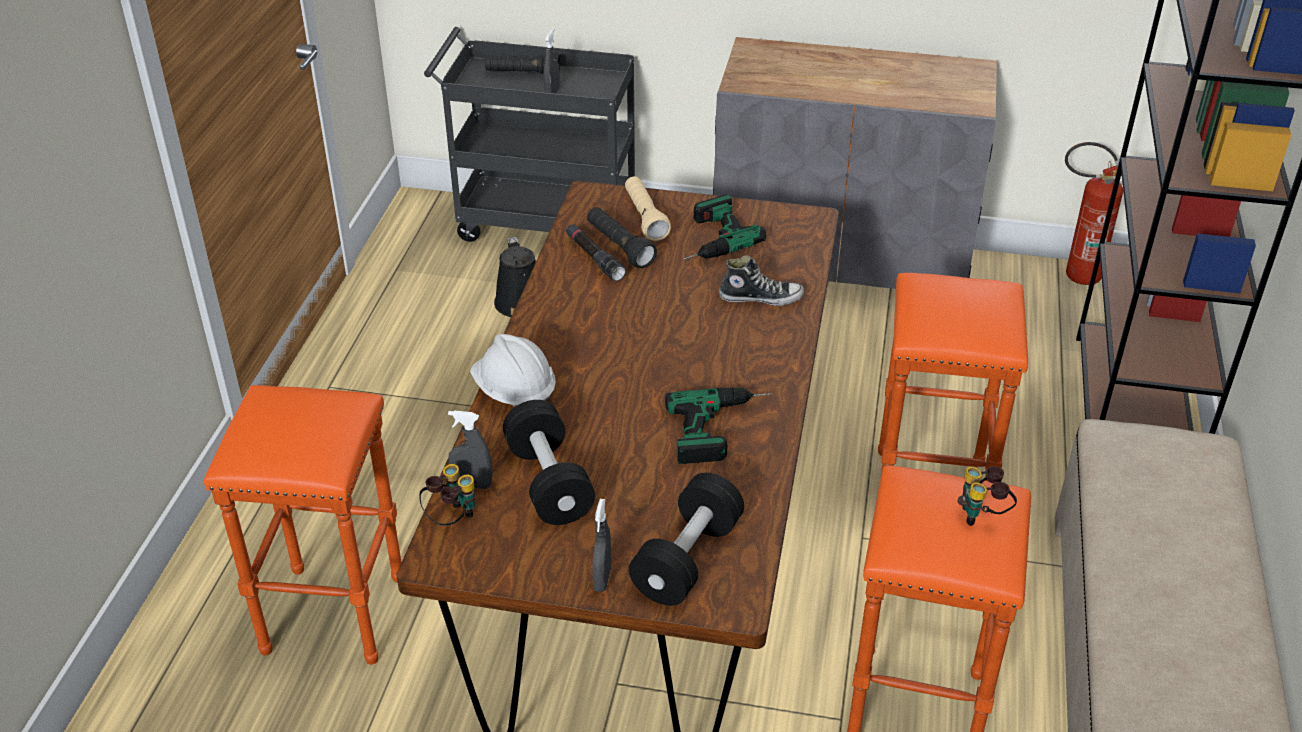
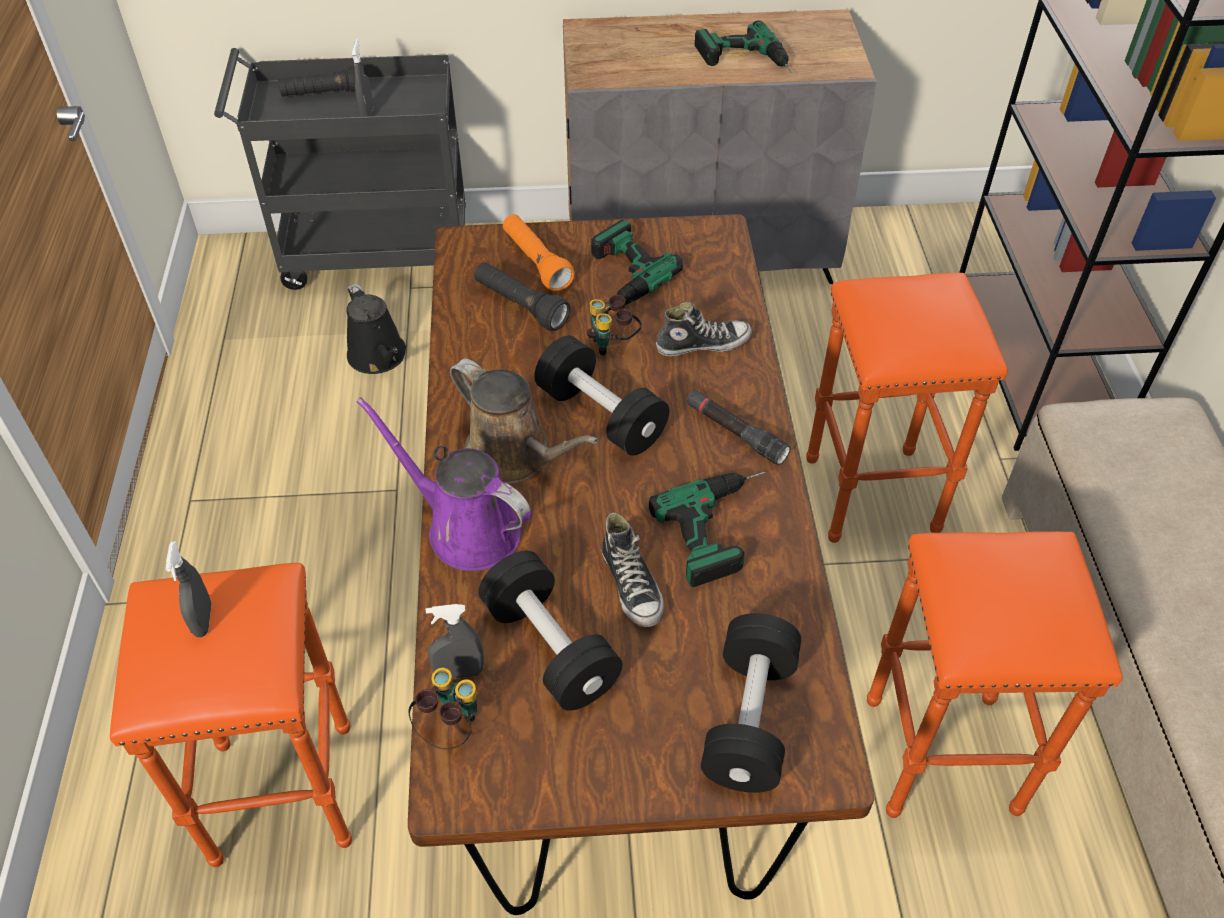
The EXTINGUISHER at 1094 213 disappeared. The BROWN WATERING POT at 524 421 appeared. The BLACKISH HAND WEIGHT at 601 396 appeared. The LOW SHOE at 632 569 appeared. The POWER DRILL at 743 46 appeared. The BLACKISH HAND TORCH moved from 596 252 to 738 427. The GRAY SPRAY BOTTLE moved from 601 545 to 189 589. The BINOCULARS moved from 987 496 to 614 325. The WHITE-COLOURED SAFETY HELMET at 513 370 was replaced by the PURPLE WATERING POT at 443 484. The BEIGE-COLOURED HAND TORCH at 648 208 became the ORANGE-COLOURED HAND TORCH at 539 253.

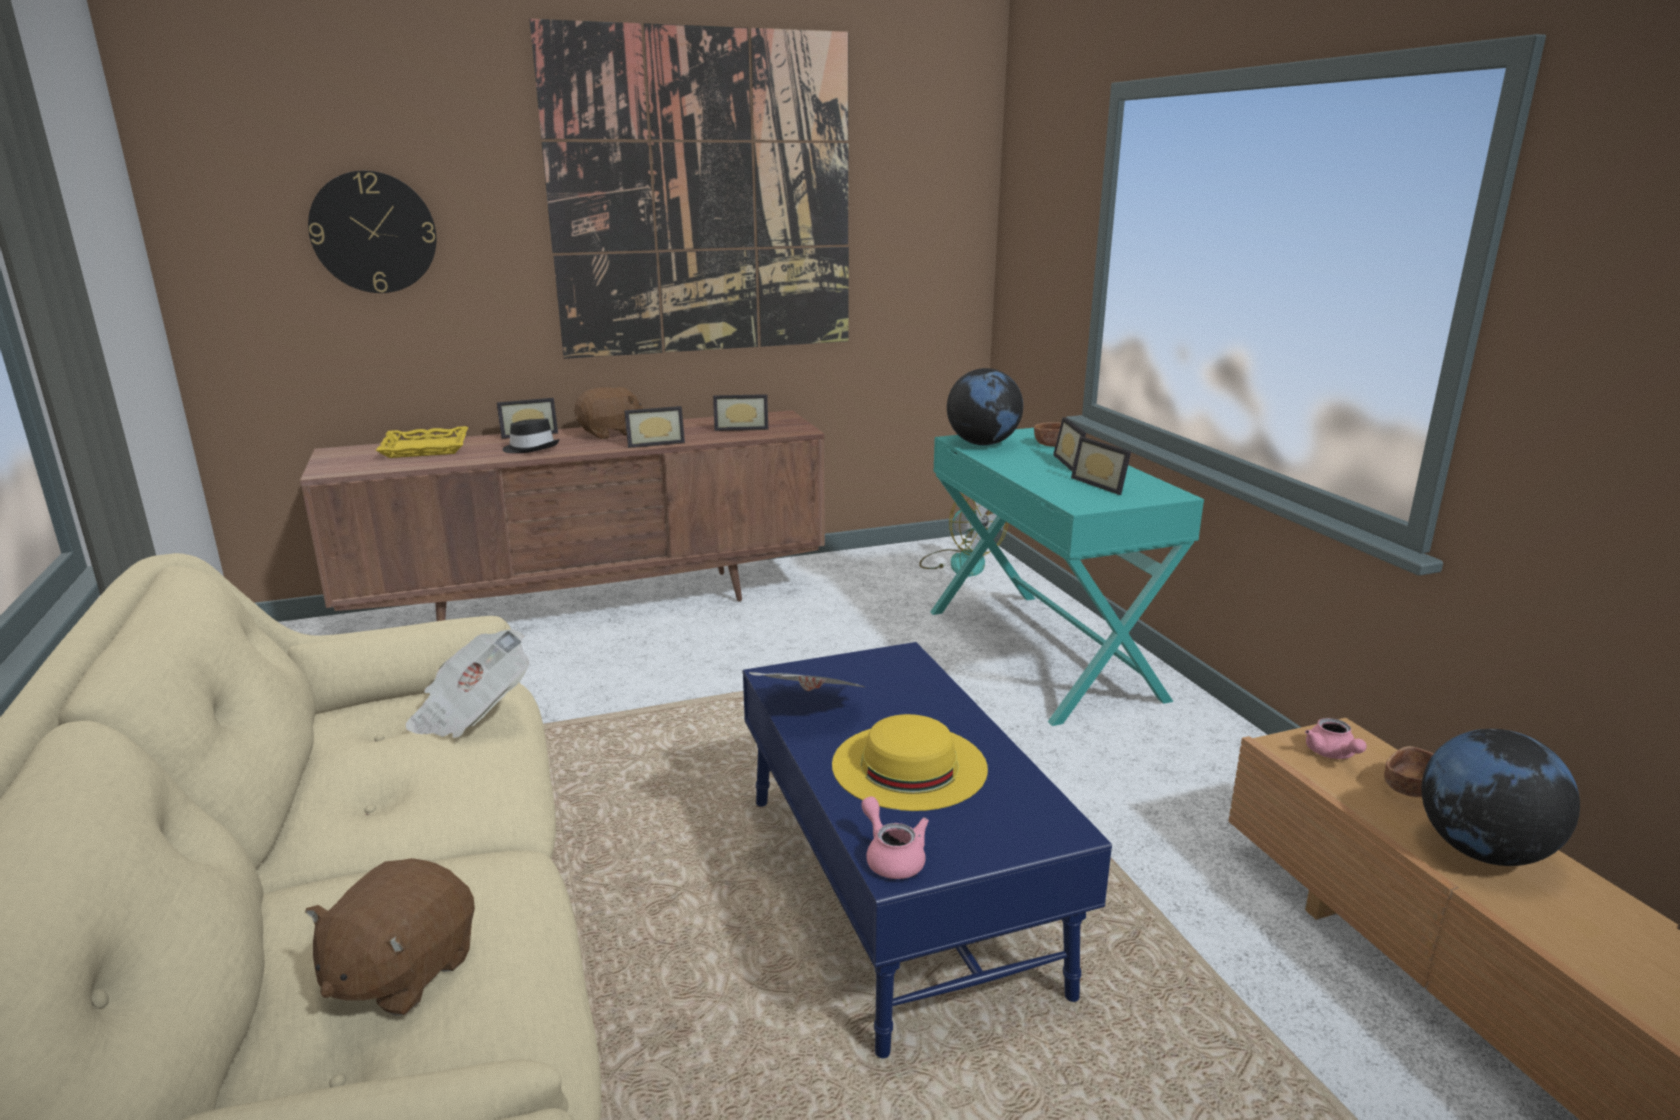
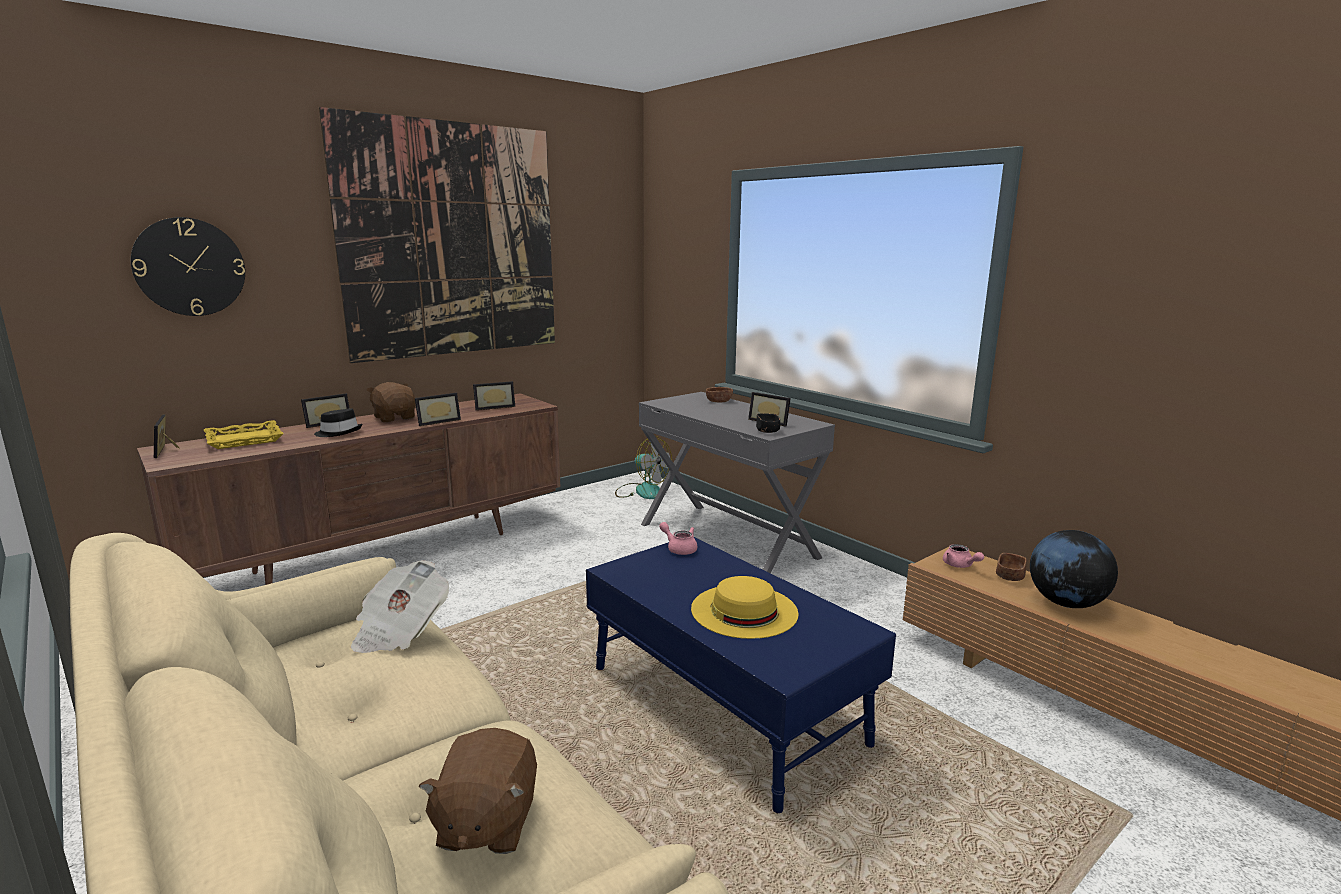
The PRINTED PAPER at 806 681 disappeared. The DESK GLOBE at 985 406 disappeared. The BLACKISH DEEP DISH at 768 423 appeared. The PINKISH TEA POT moved from 895 837 to 678 538. The STANDING FRAME moved from 1069 444 to 166 436. The BLUE-GREEN NARROW TABLE at 1067 577 became the GRAY NARROW TABLE at 737 482. The BROWN PLUSH TOY at 608 413 turned 75 degrees counterclockwise.

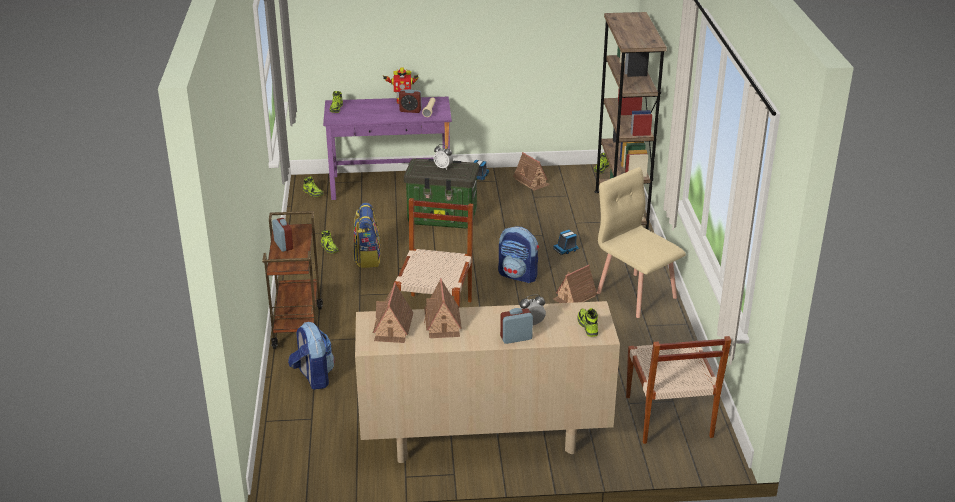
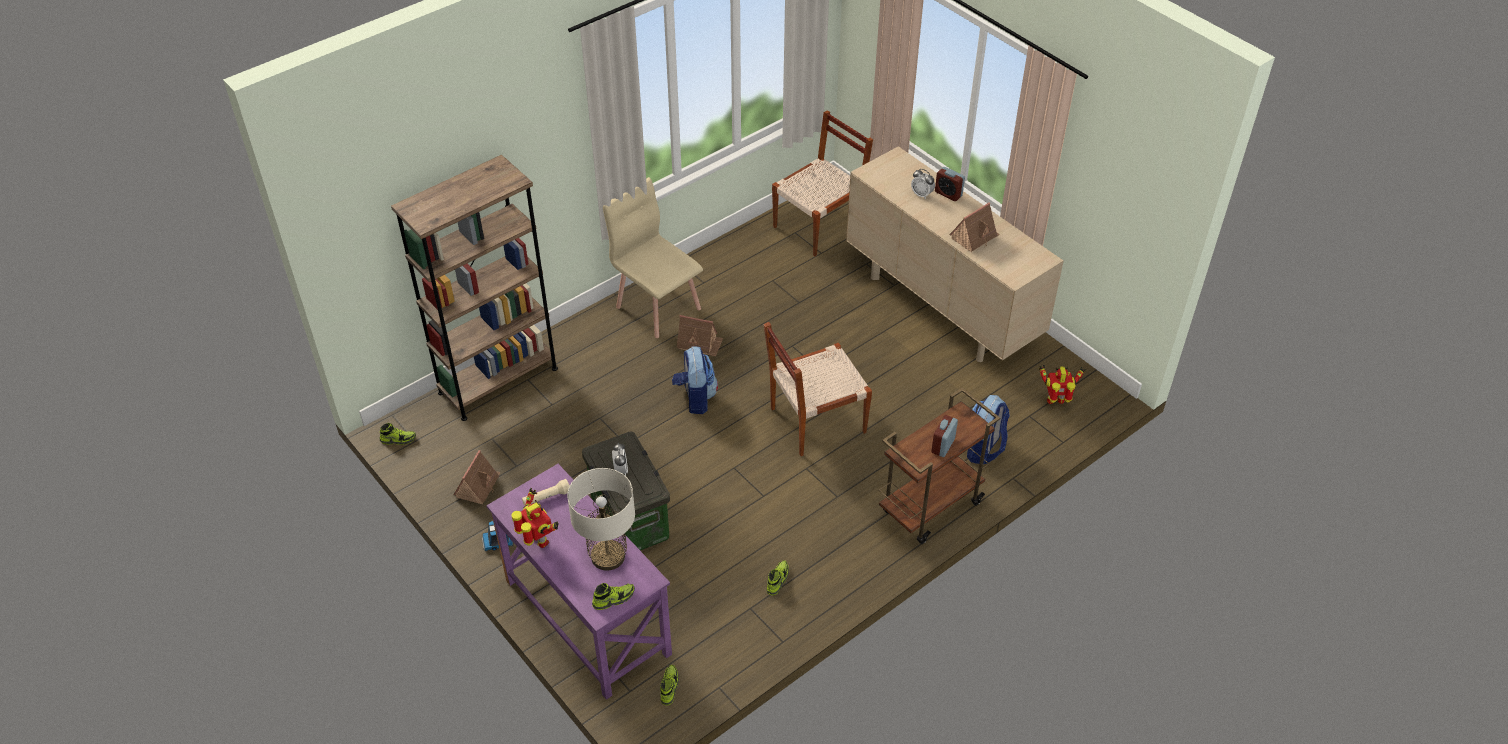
The RUCKSACK at 367 235 disappeared. The TOY HOUSE at 393 312 disappeared. The TABLE CLOCK at 410 101 disappeared. The TOY TRUCK at 566 242 disappeared. The LOW SHOE at 587 322 disappeared. The LAMP FOR A TABLE at 601 519 appeared. The TOY ROBOT at 1062 384 appeared. The BEIGE-COLOURED UPRIGHT CHAIR at 641 242 turned 120 degrees clockwise.

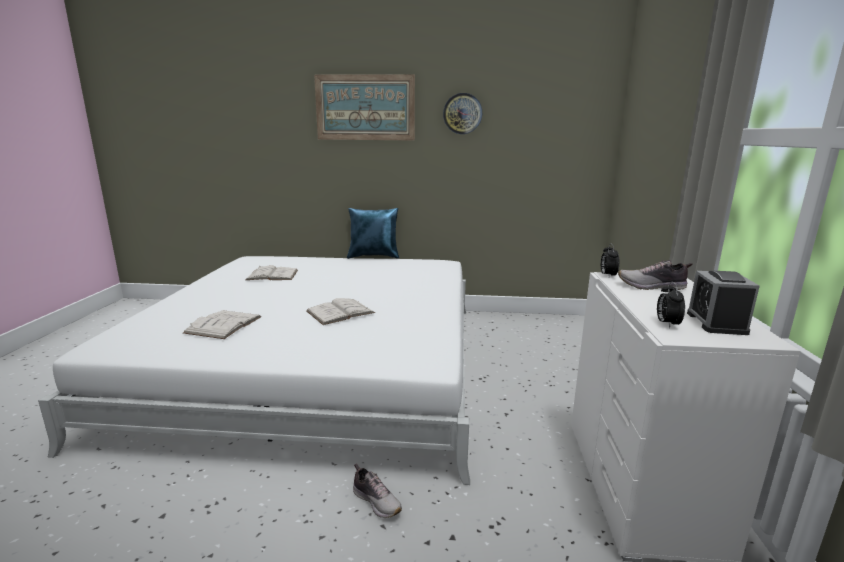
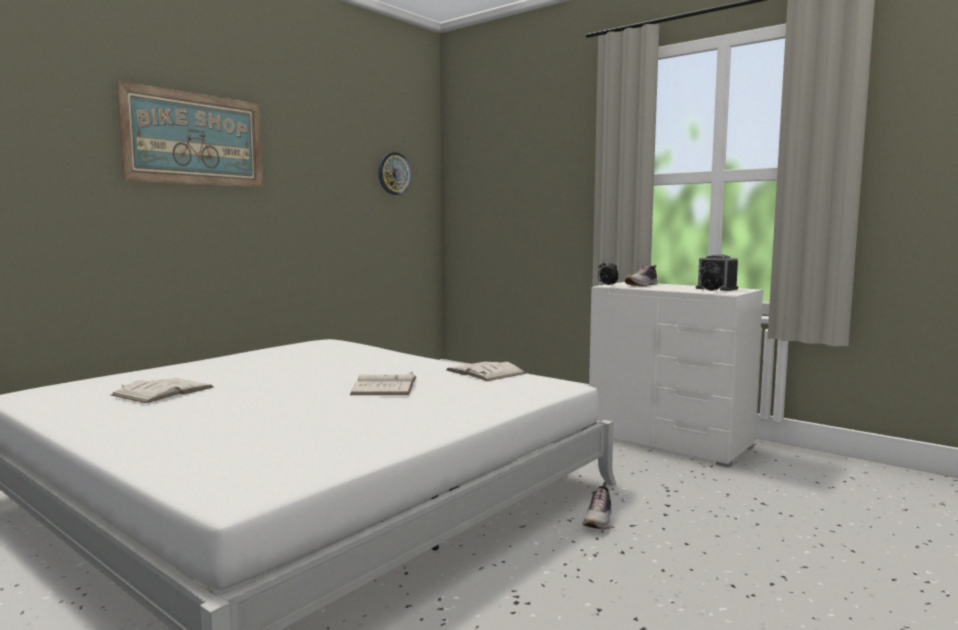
The BLUE-COLOURED THROW PILLOW at 373 233 disappeared. The WHITE-COLOURED BOUND BOOK moved from 222 324 to 486 371. The WALL CLOCK moved from 462 113 to 394 173. The LOW SHOE at 377 490 turned 120 degrees clockwise.

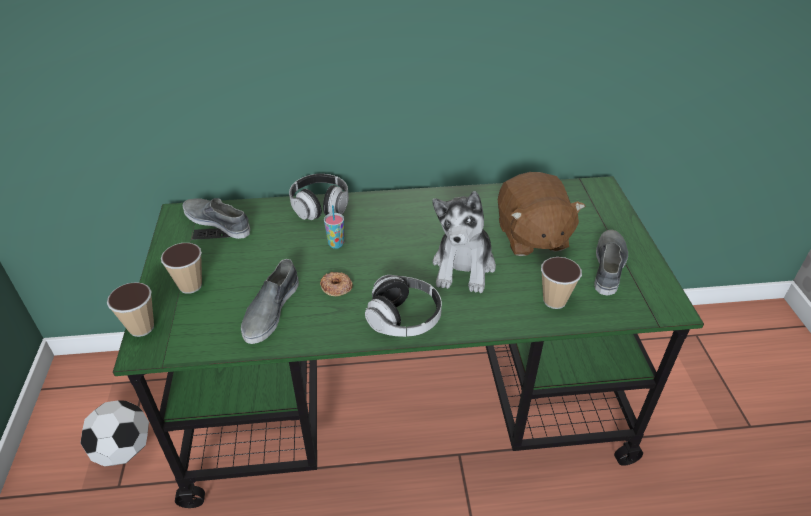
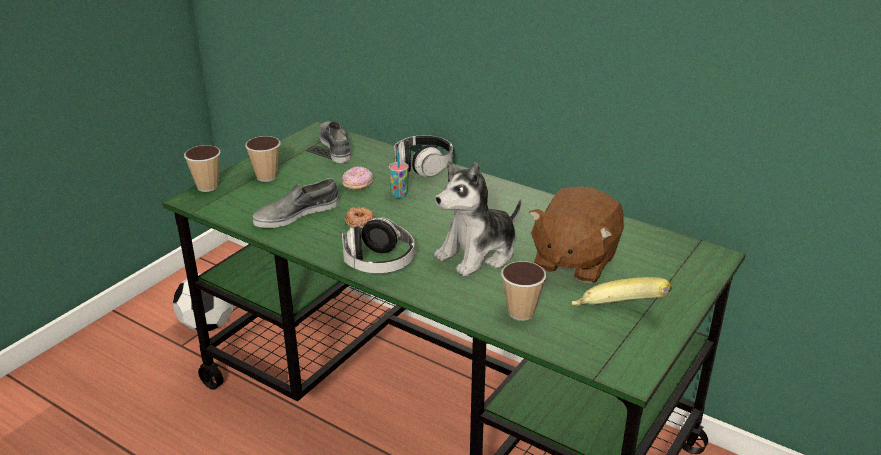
The DONUT at 357 177 appeared. The GRAY LOW SHOE at 611 263 was replaced by the BANANA FRUIT at 622 291.

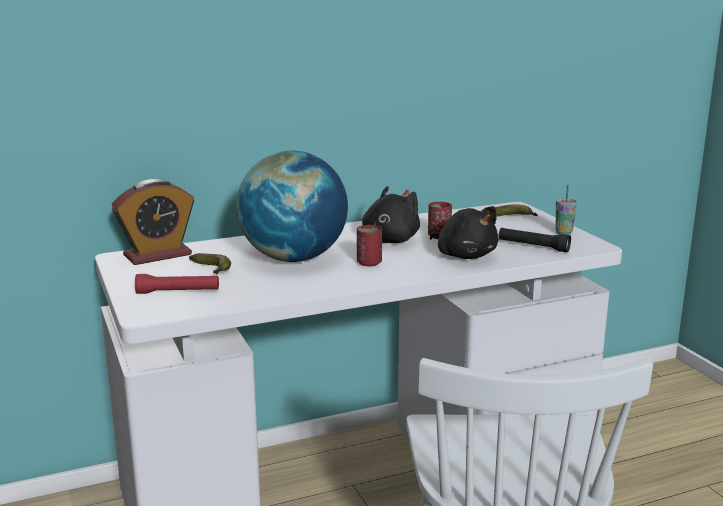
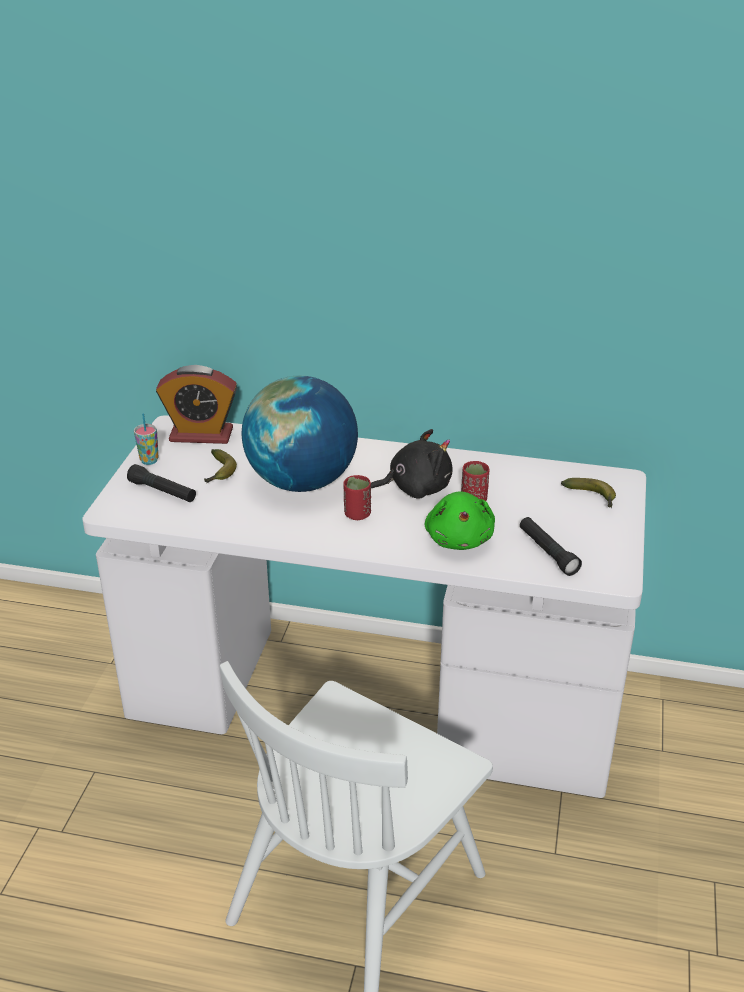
The DRINKING CUP moved from 566 210 to 146 439. The RED HAND TORCH at 177 284 became the BLACKISH HAND TORCH at 161 483. The BLACKISH PLUSH TOY at 464 232 became the GREEN PLUSH TOY at 460 520.

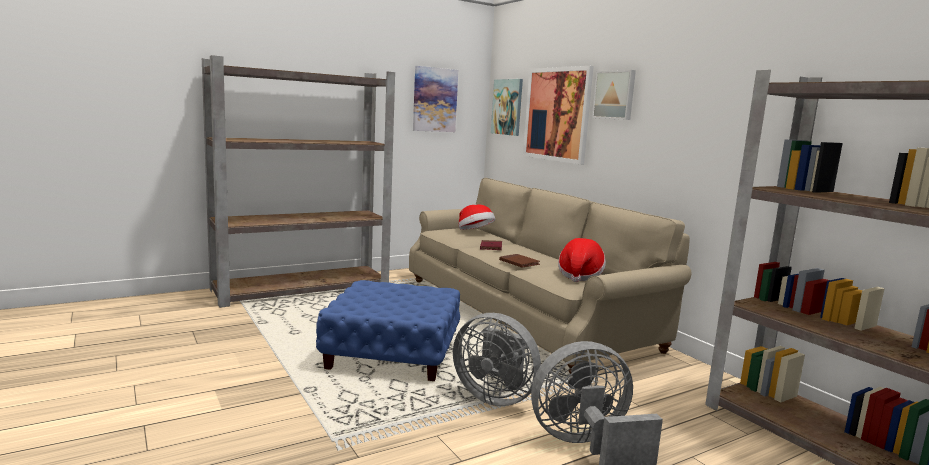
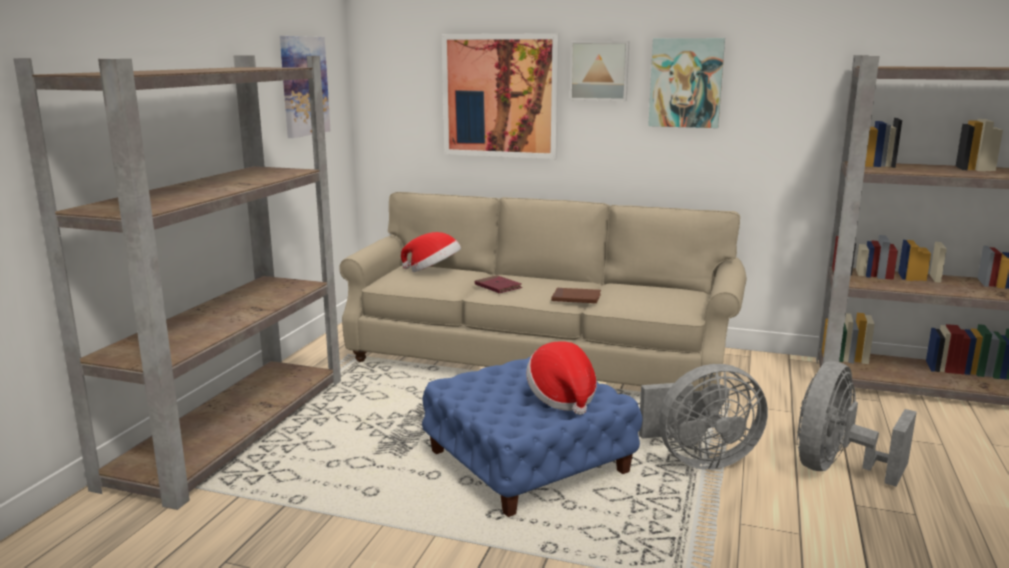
The WALL PICTURE moved from 507 107 to 686 83. The CLOTHING HAT moved from 582 260 to 561 378.

